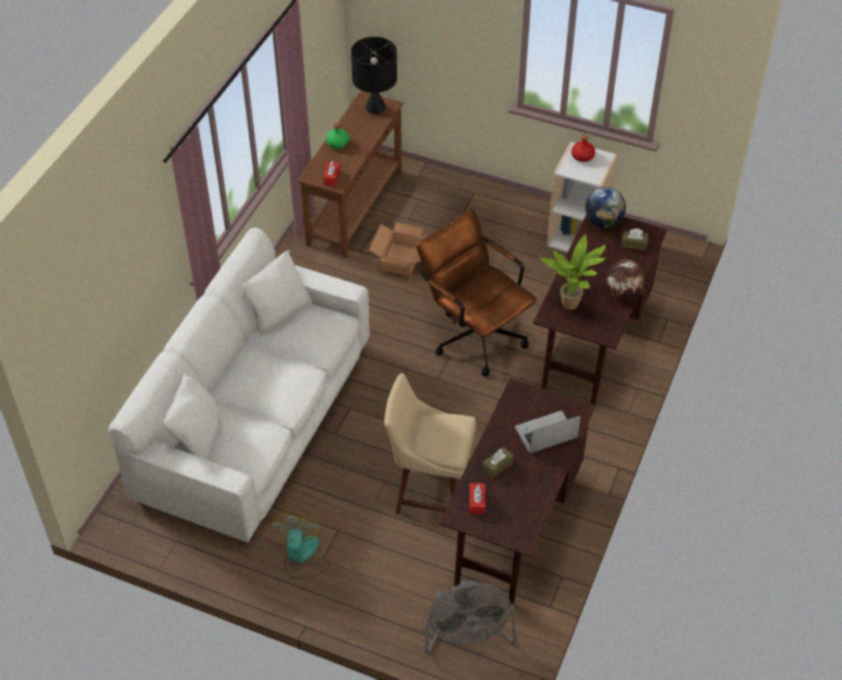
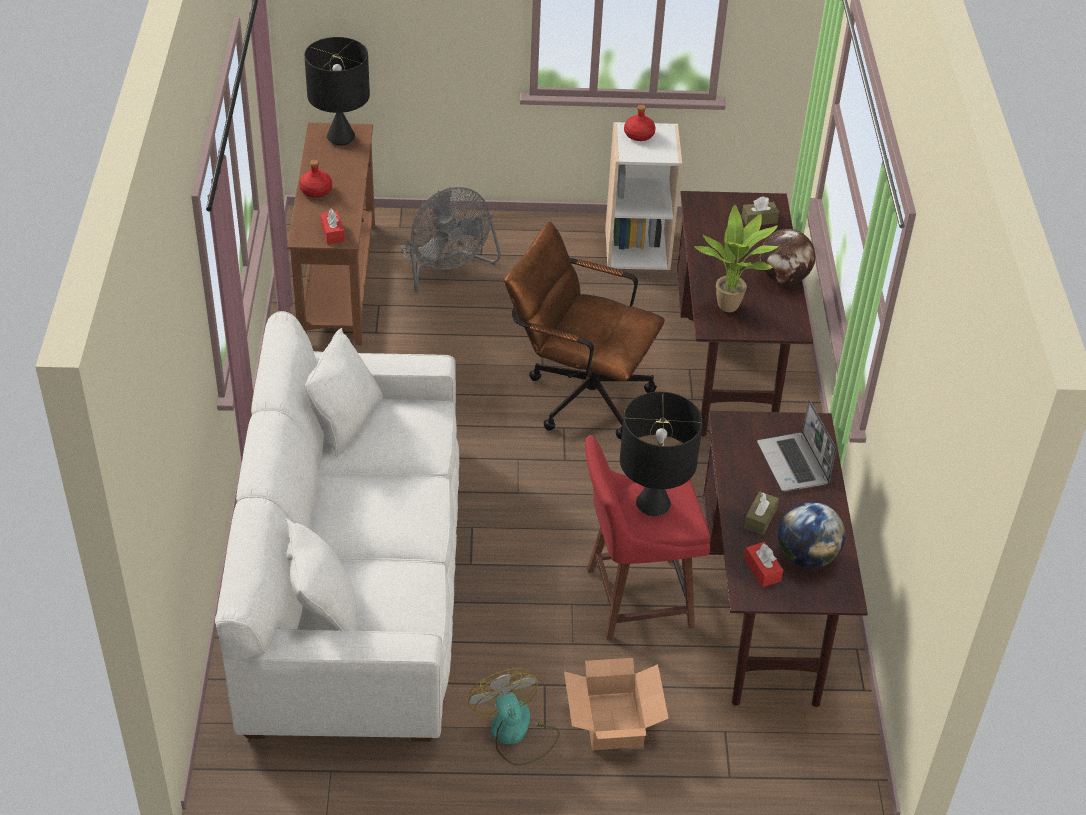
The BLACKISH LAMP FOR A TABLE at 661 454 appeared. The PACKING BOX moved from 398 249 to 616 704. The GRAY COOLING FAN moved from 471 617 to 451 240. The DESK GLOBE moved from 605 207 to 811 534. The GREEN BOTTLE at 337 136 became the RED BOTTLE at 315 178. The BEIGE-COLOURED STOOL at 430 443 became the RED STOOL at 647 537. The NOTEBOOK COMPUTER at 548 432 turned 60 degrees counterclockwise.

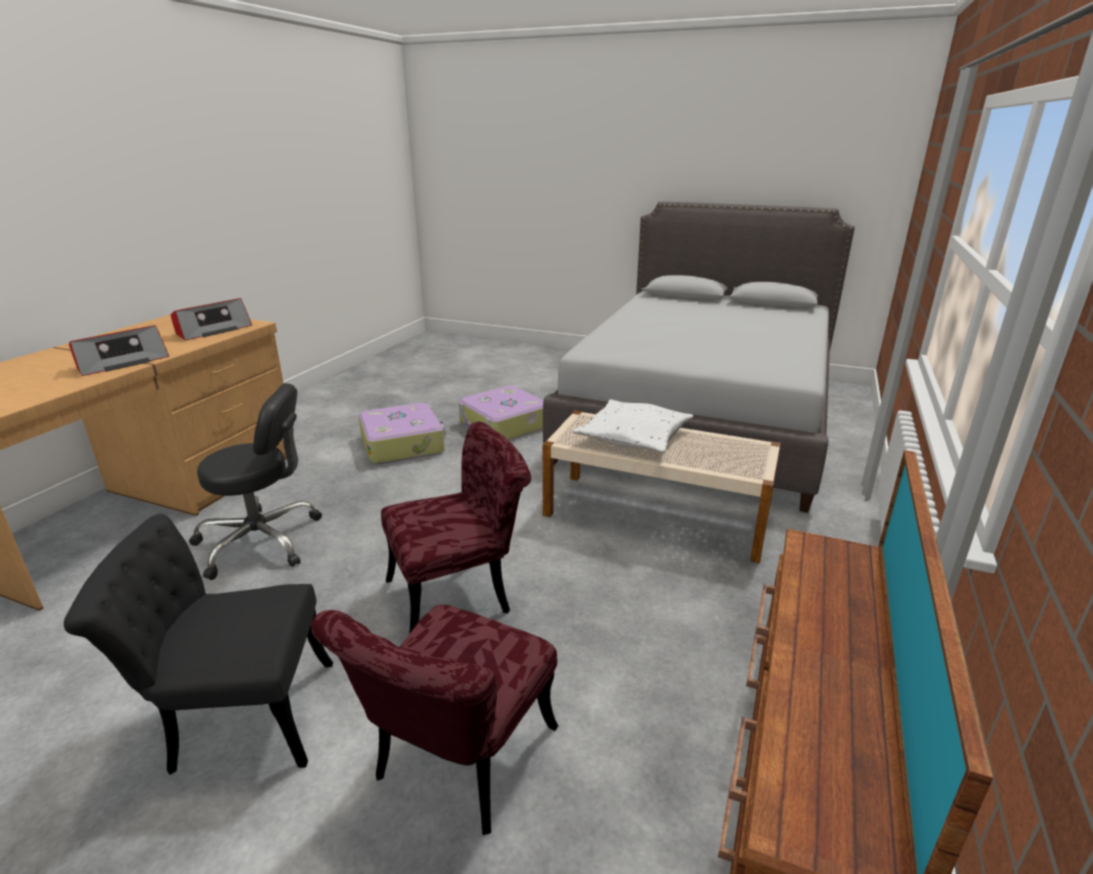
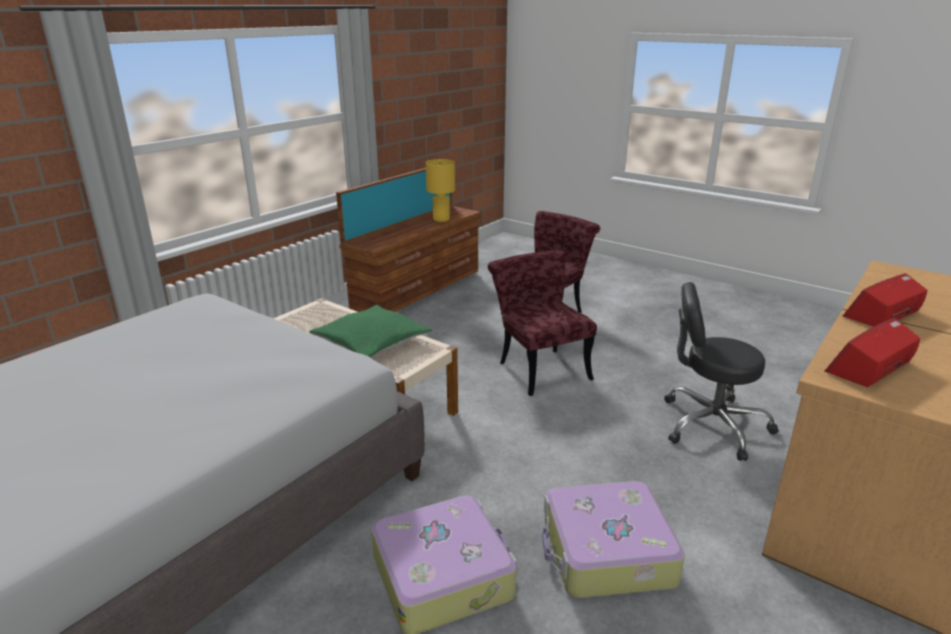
The BLACKISH UPRIGHT CHAIR at 198 644 disappeared. The YELLOW-COLOURED LAMP FOR A TABLE at 440 190 appeared. The WHITE-COLOURED THROW PILLOW at 633 426 became the GREEN THROW PILLOW at 370 331. The RED UPRIGHT CHAIR at 456 528 turned 75 degrees clockwise.

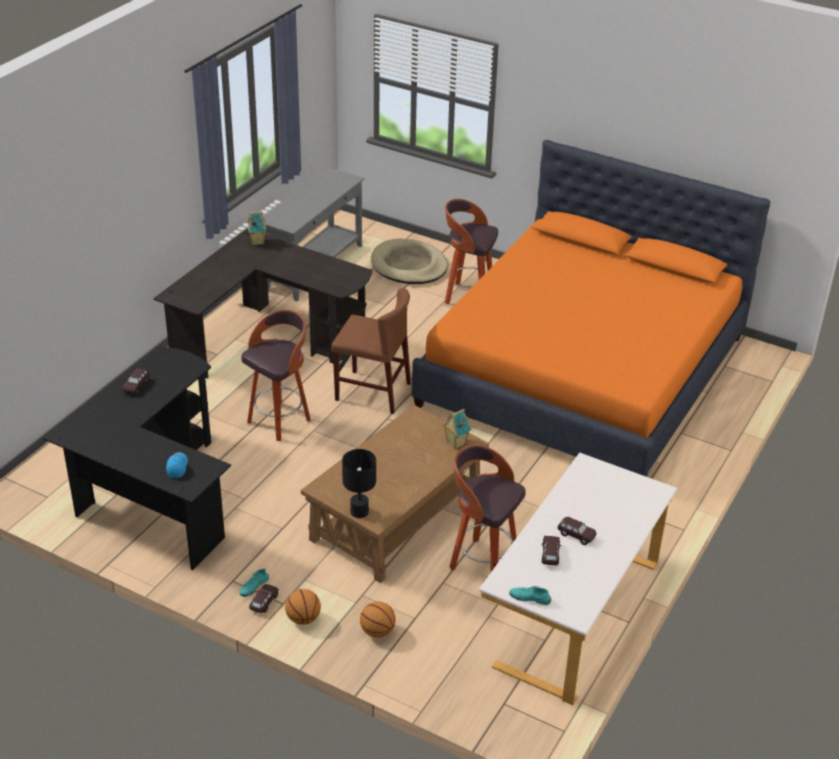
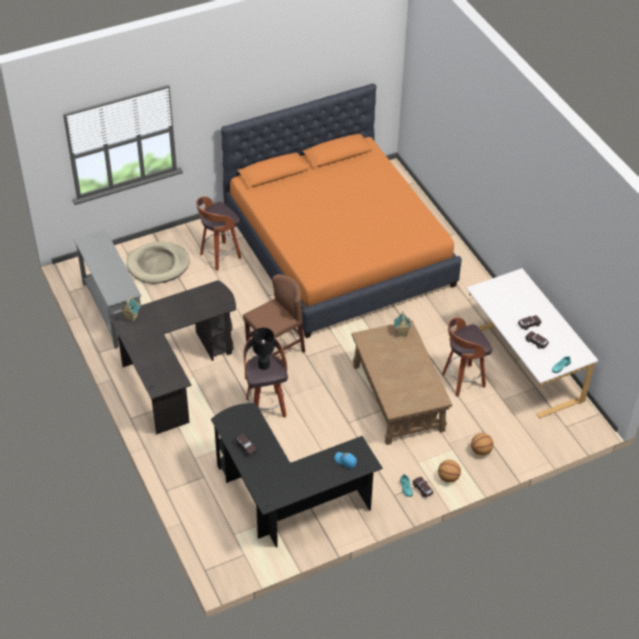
The BLACKISH LAMP FOR A TABLE moved from 359 483 to 263 349.

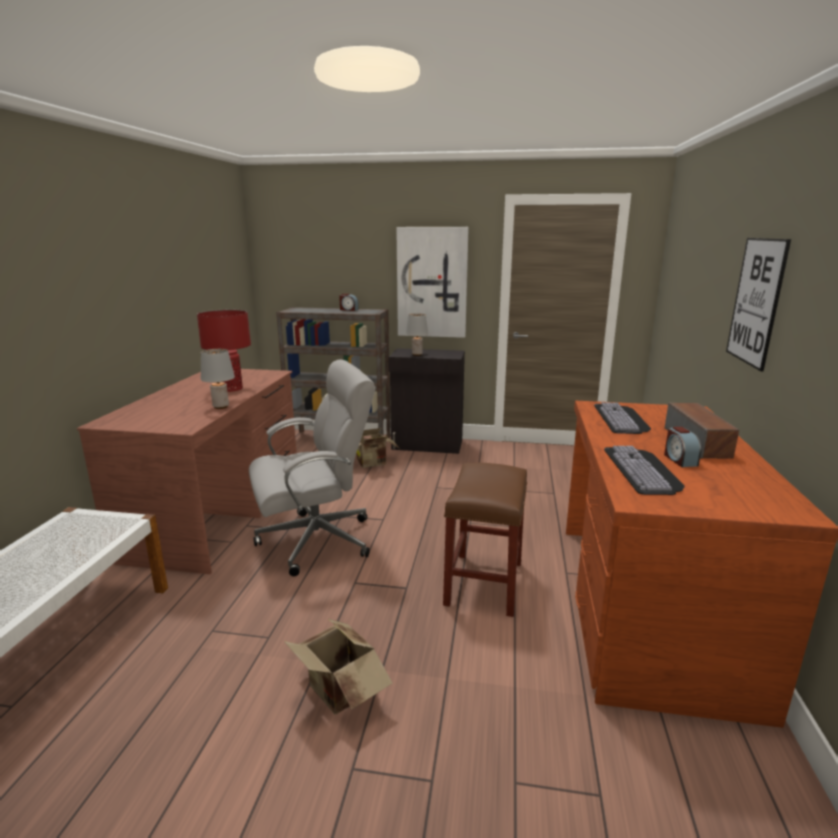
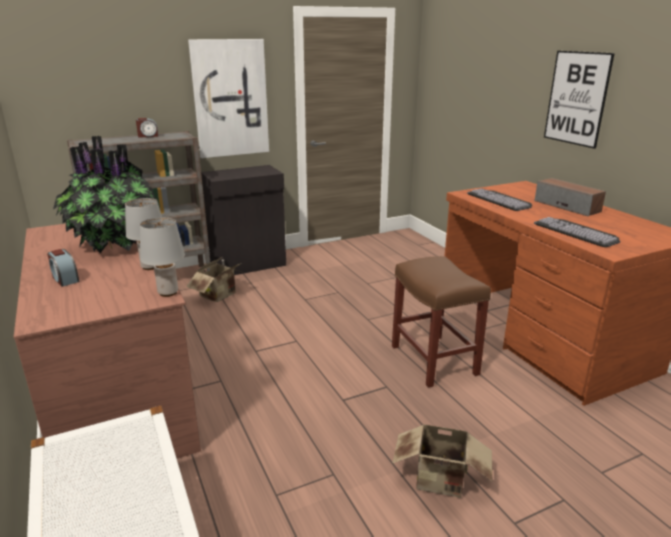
The GRAY OFFICE CHAIR at 312 467 disappeared. The GRAY LAMP FOR A TABLE moved from 417 334 to 162 257. The TABLE CLOCK moved from 682 447 to 63 268. The RED LAMP FOR A TABLE at 224 350 was replaced by the PLANT IN A POT at 104 194.

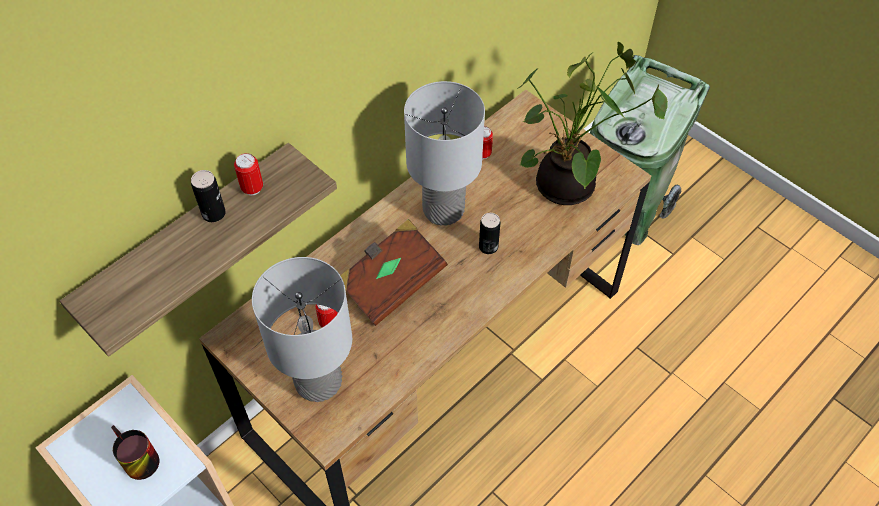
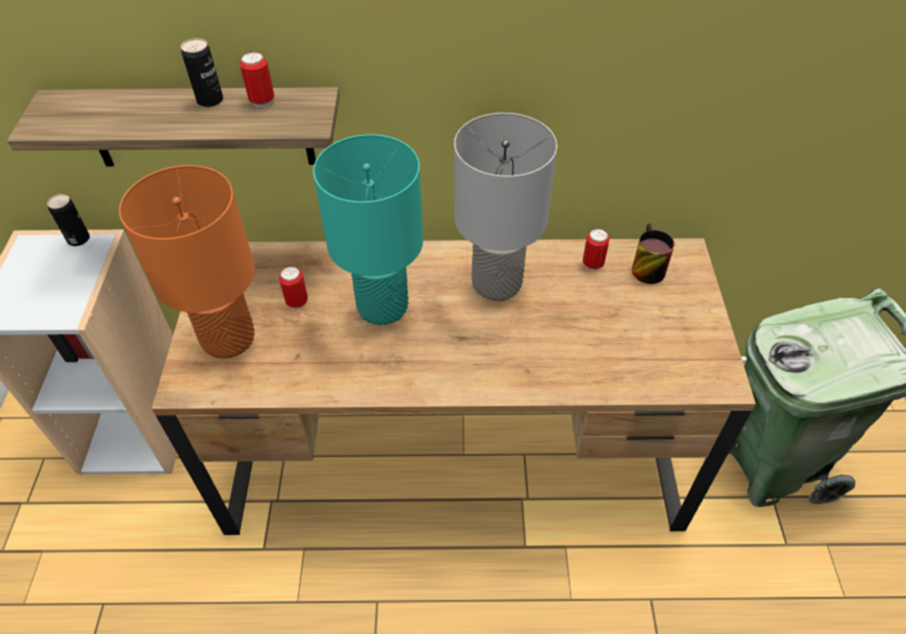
The PLANT IN A POT at 592 123 disappeared. The MUG moved from 135 452 to 653 253. The METAL CAN moved from 489 233 to 68 220. The BROWN BOUND BOOK at 394 272 was replaced by the BLUE-GREEN LAMP FOR A TABLE at 368 229. The GRAY LAMP FOR A TABLE at 302 329 became the ORANGE-COLOURED LAMP FOR A TABLE at 187 262.

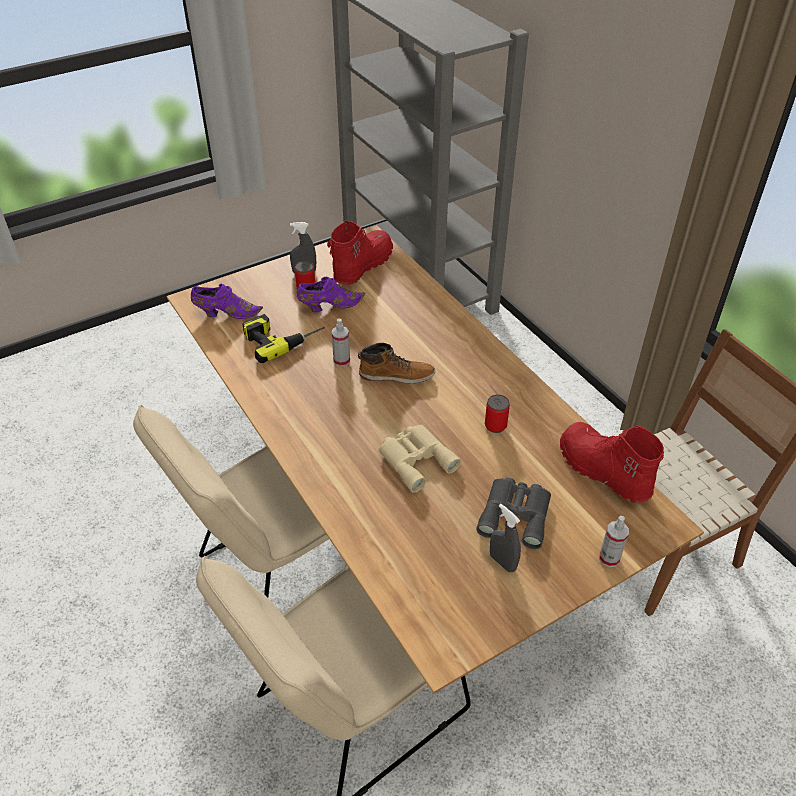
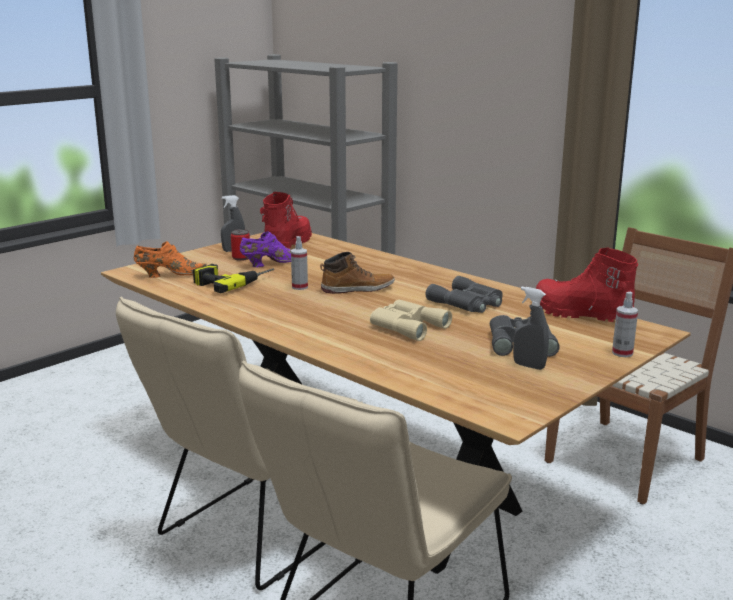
The METAL CAN at 497 413 was replaced by the GRAY BINOCULARS at 464 294. The PURPLE LOW SHOE at 227 301 became the ORANGE-COLOURED LOW SHOE at 170 259.

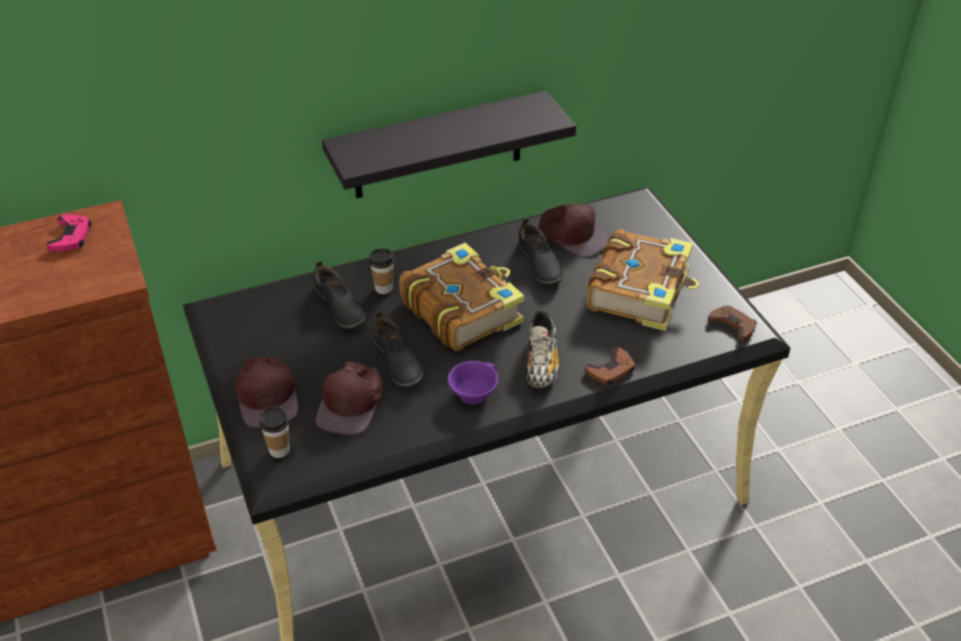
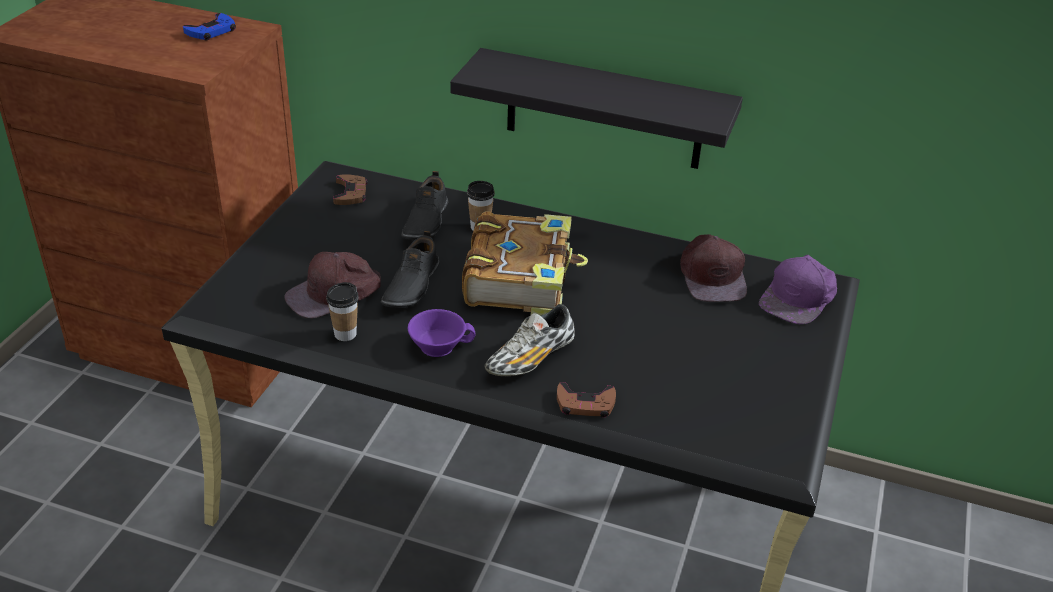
The BROWN CAP at 266 392 disappeared. The BLACKISH LOW SHOE at 541 251 disappeared. The BOUND BOOK at 643 280 disappeared. The PURPLE CAP at 798 289 appeared. The DRINKING CUP moved from 274 432 to 342 311. The BROWN JOYPAD moved from 732 323 to 350 189. The PINKISH JOYPAD at 69 233 became the BLUE-COLOURED JOYPAD at 209 26.

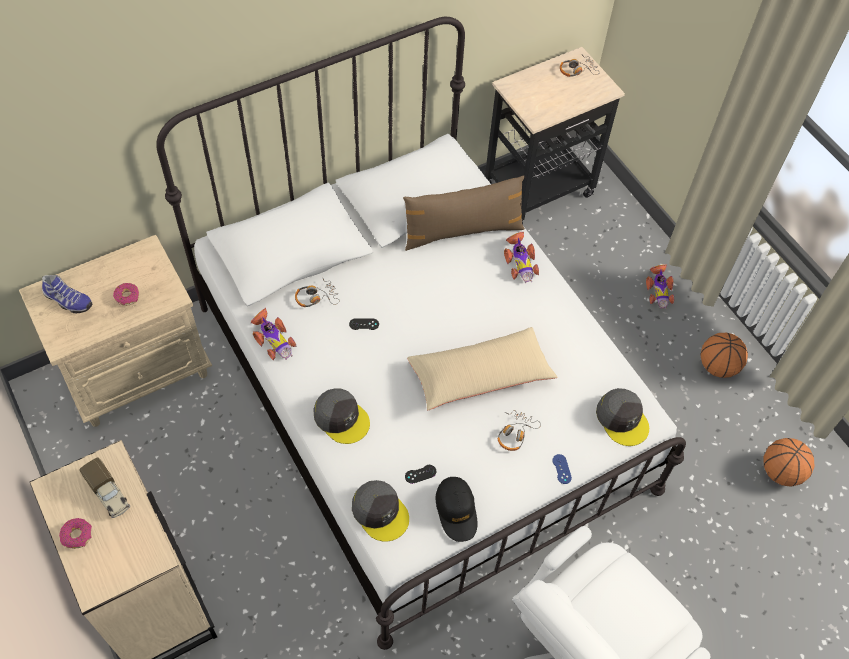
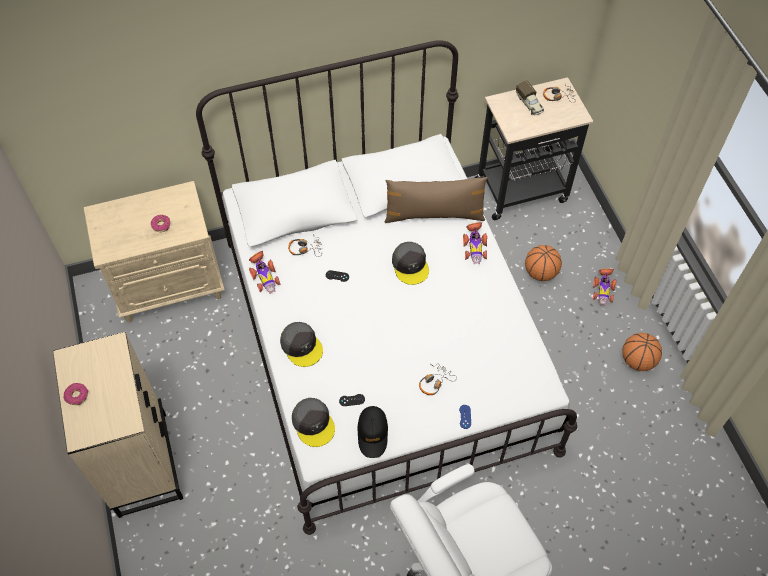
The LOW SHOE at 67 294 disappeared. The BEIGE-COLOURED THROW PILLOW at 482 368 disappeared. The TOY TRUCK moved from 104 488 to 530 98. The GRAY CAP moved from 622 417 to 410 263. The BASKETBALL moved from 789 462 to 543 263.

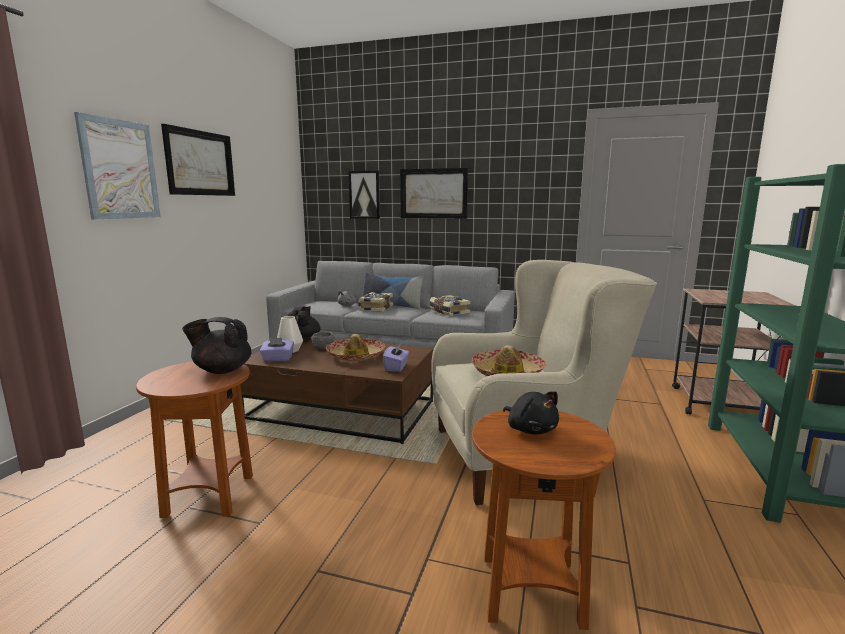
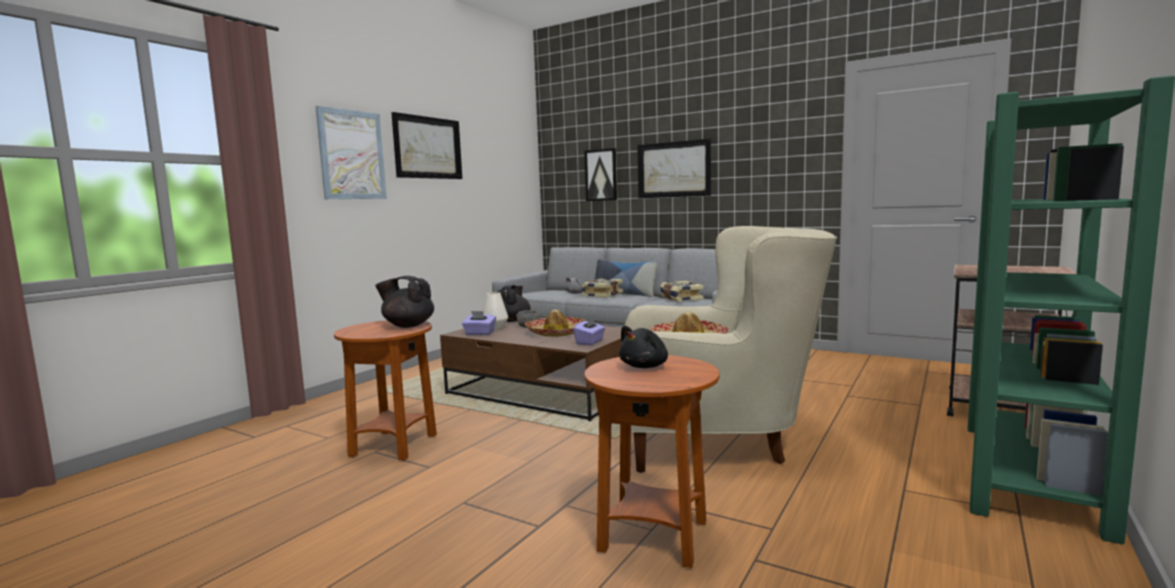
The BLACKISH PLUSH TOY at 531 412 turned 60 degrees clockwise.

